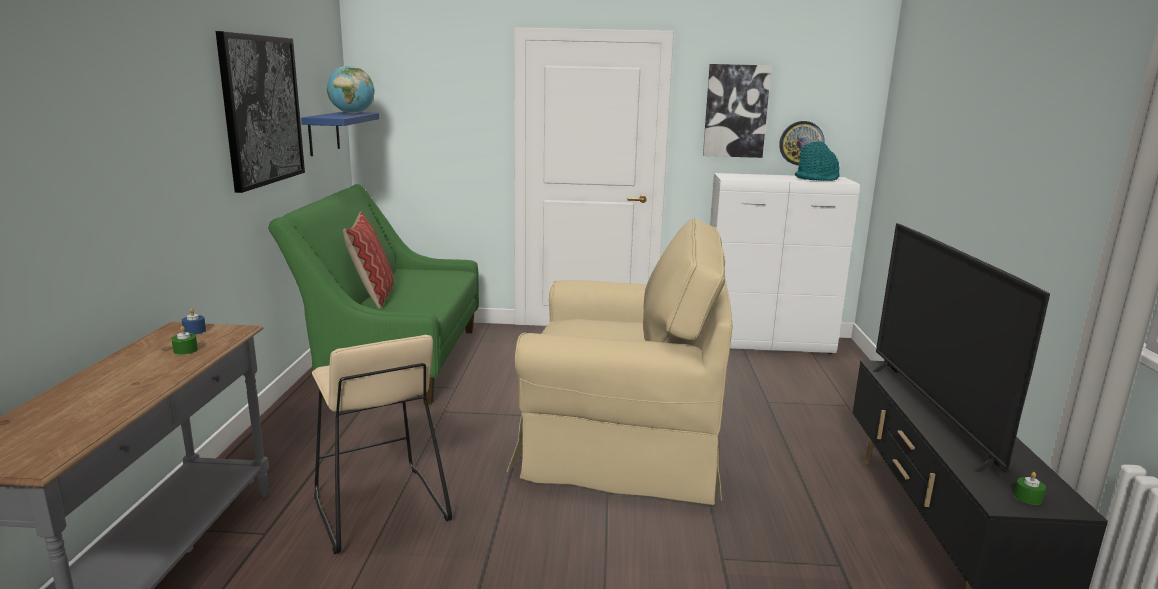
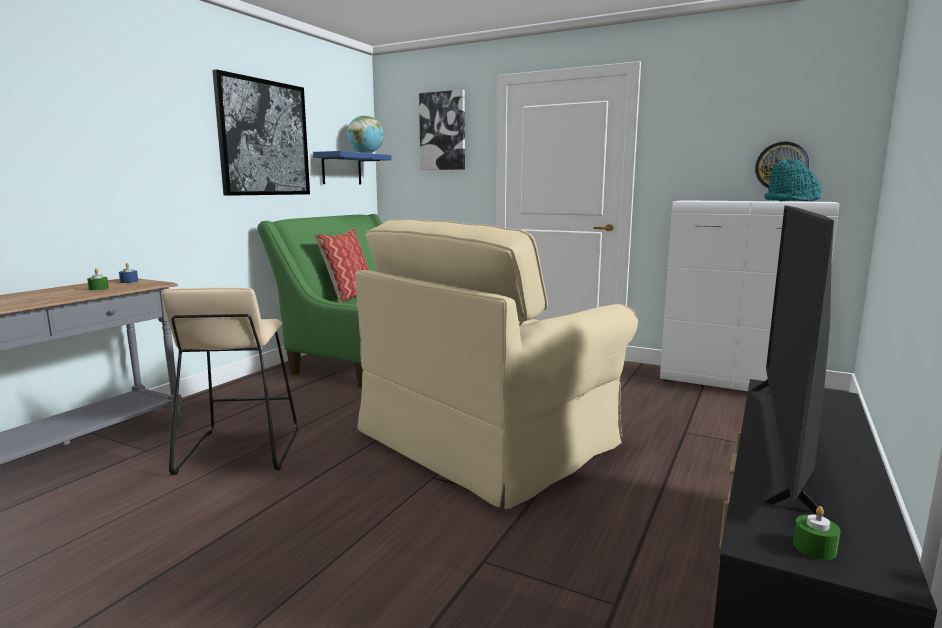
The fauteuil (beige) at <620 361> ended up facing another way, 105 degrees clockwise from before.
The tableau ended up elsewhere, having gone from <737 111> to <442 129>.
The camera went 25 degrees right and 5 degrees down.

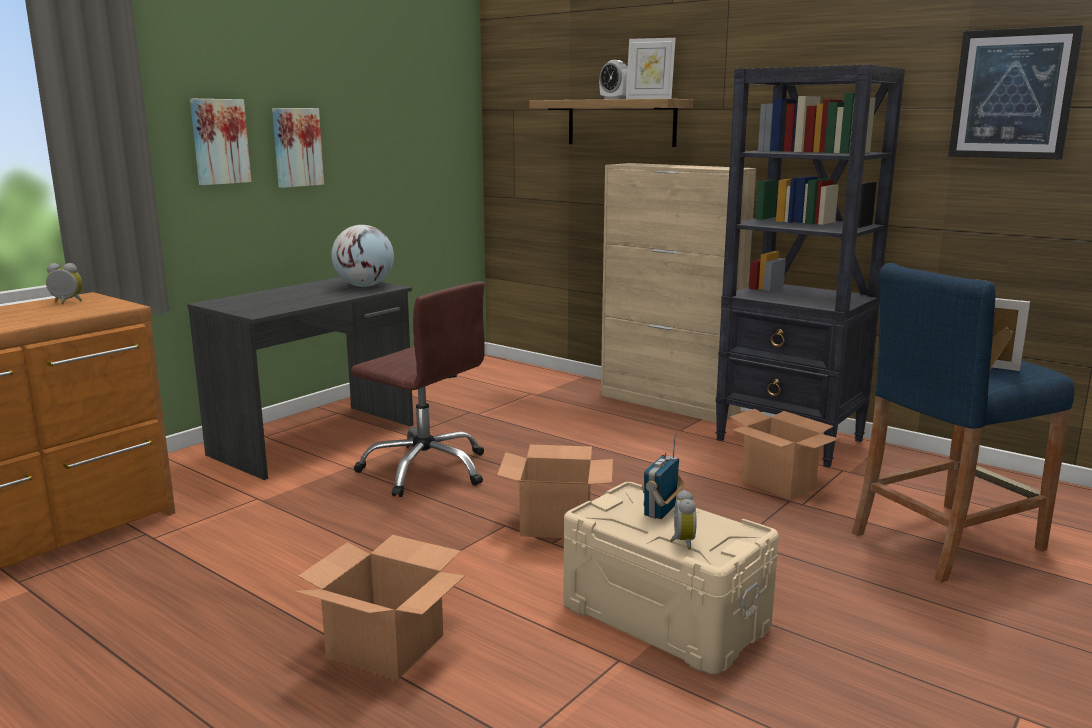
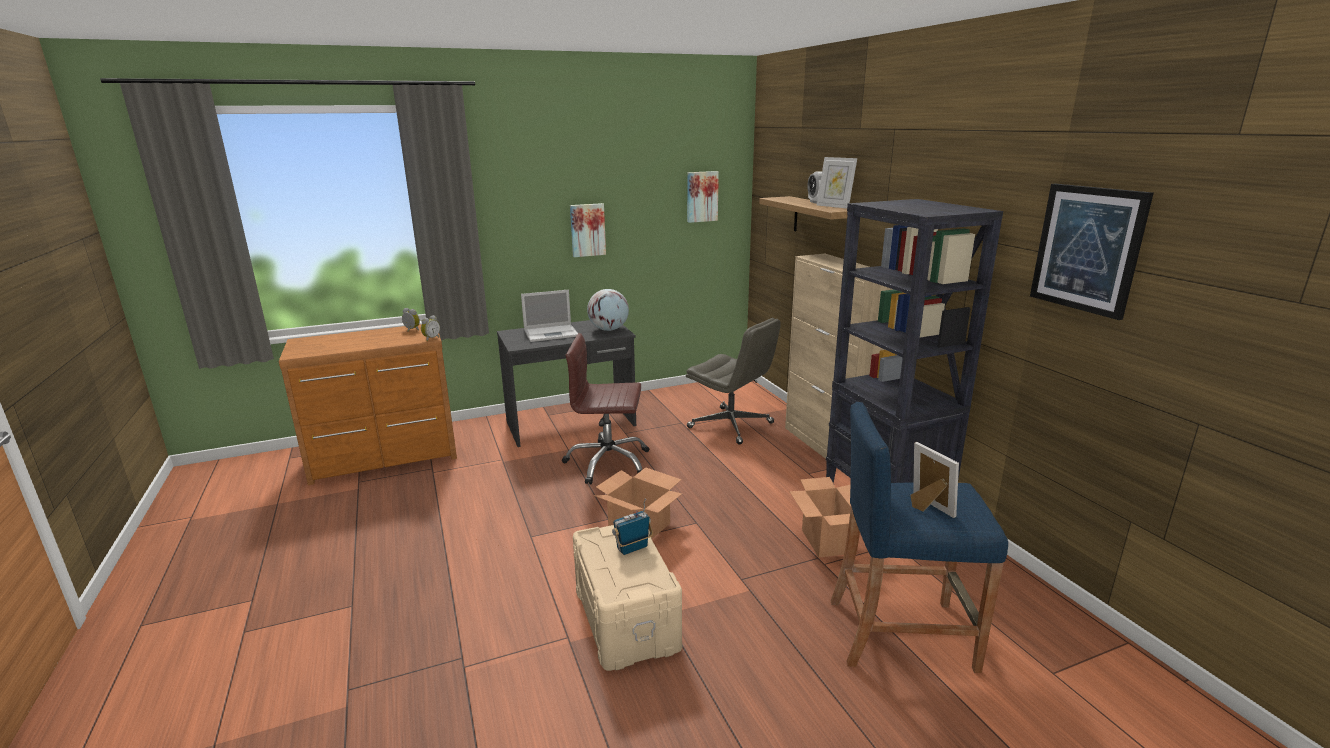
The tableau ended up elsewhere, having gone from <220 142> to <703 197>.
The second view lost the carton at <379 607>.
The chaise de bureau (marron) at <418 389> ended up facing another way, 120 degrees clockwise from before.
The réveil ended up elsewhere, having gone from <683 520> to <430 328>.
The second view gained the ordinateur portable at <549 316>.
The second view gained the chaise de bureau (gris) at <733 381>.
The camera went 30 degrees right and 5 degrees up.

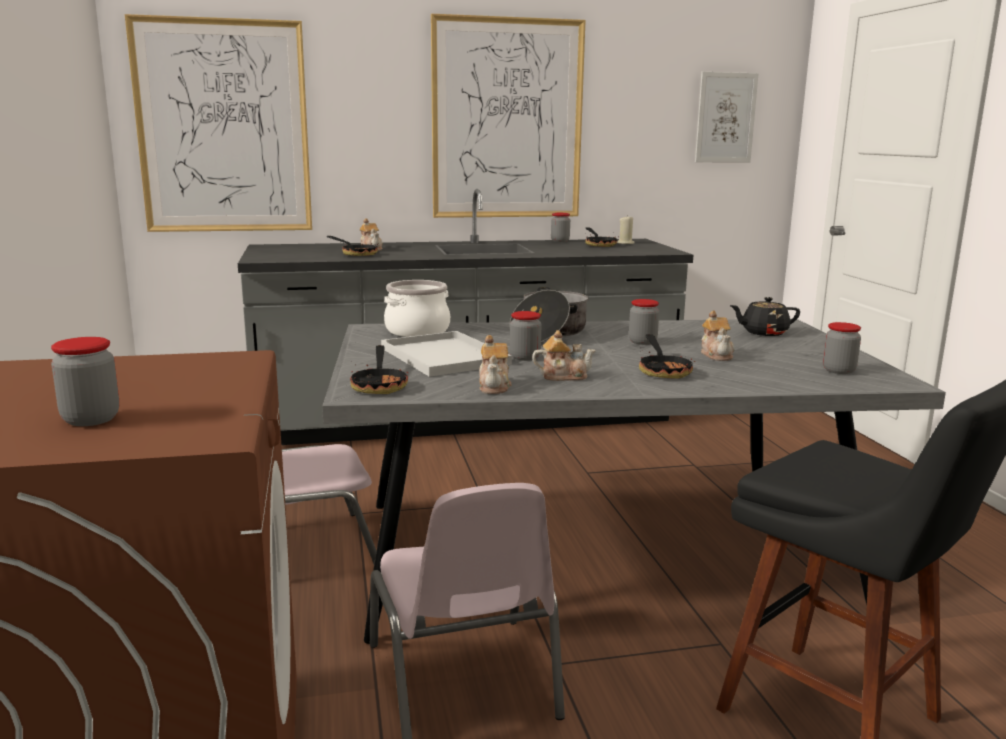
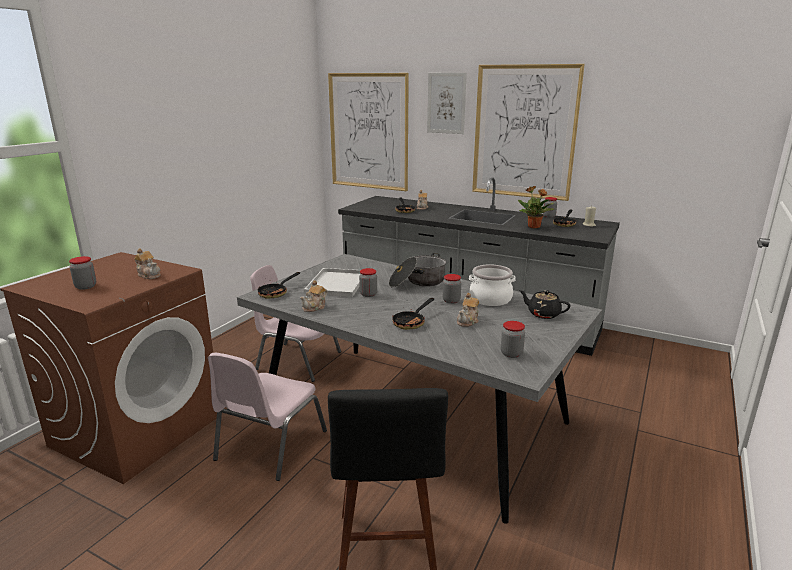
The marmite ended up elsewhere, having gone from <417 308> to <492 285>.
The théière ended up elsewhere, having gone from <564 355> to <147 263>.
The tableau ended up elsewhere, having gone from <727 117> to <447 103>.
The second view gained the plante en pot at <536 207>.
The camera went 40 degrees right and 5 degrees up.

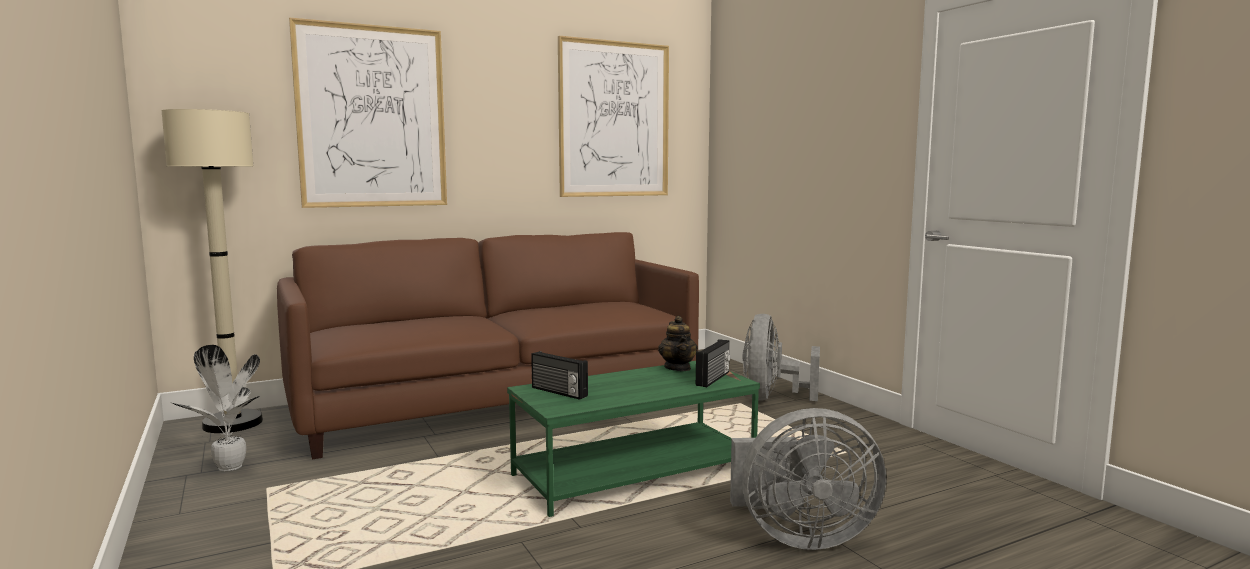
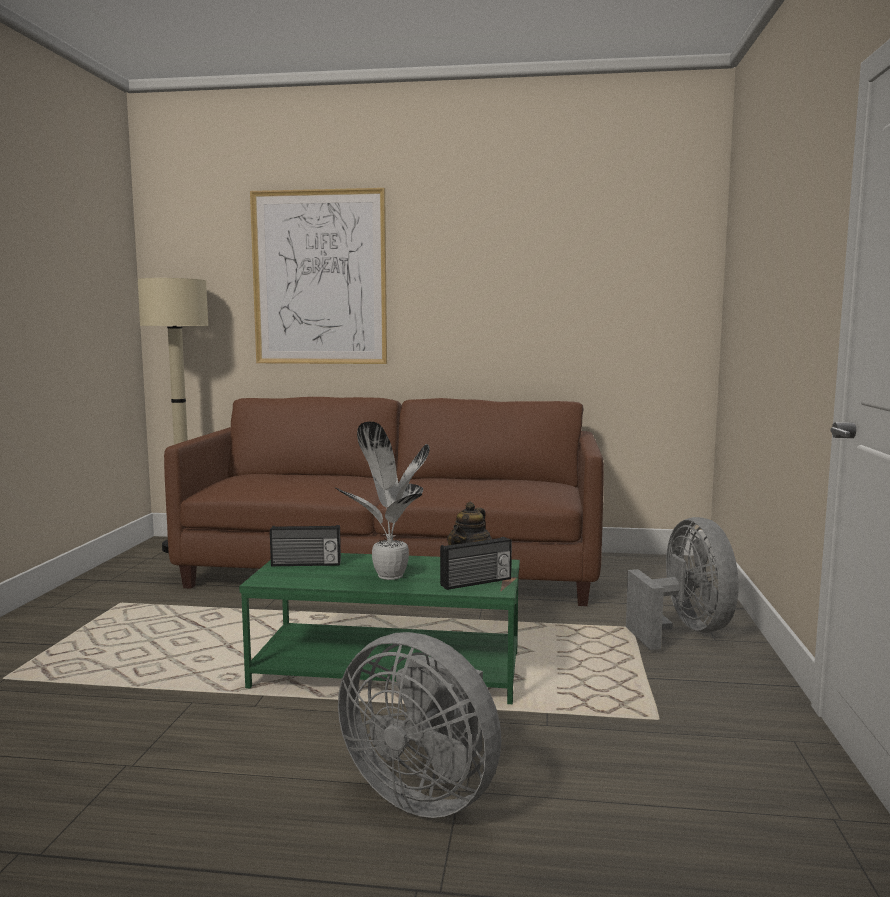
The plante en pot ended up elsewhere, having gone from <216 408> to <382 501>.
The radio at <559 375> ended up facing another way, 75 degrees counterclockwise from before.
The second view lost the tableau at <613 116>.
The ventilateur (gris) at <781 357> ended up facing another way, 120 degrees clockwise from before.
The camera went 35 degrees right and 0 degrees up.

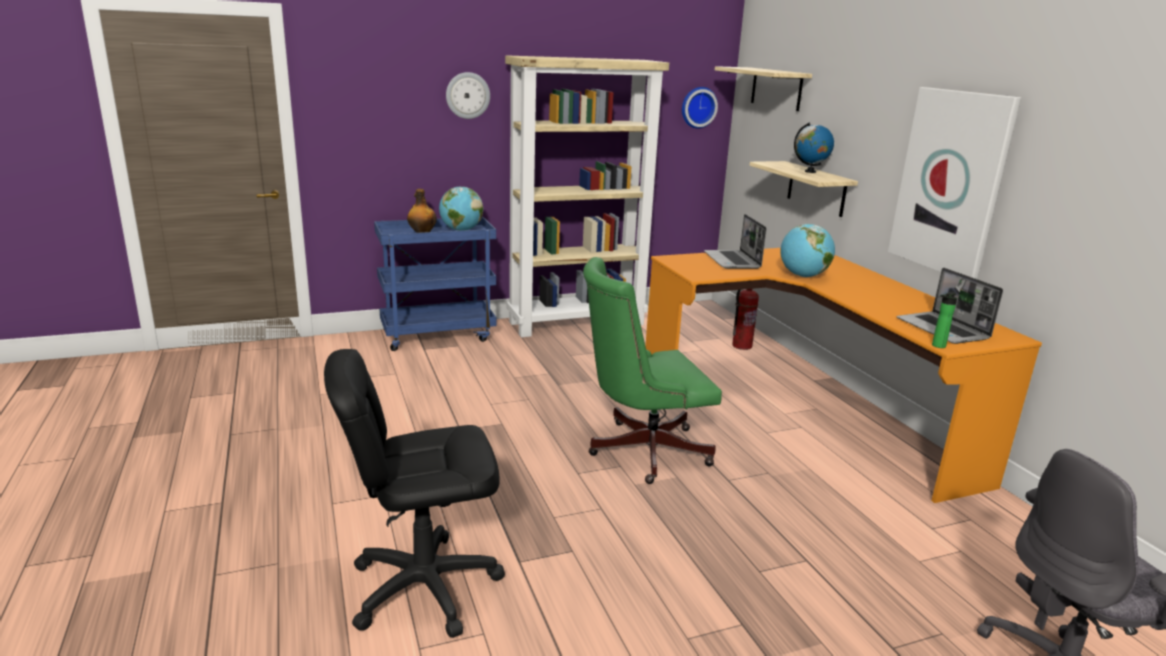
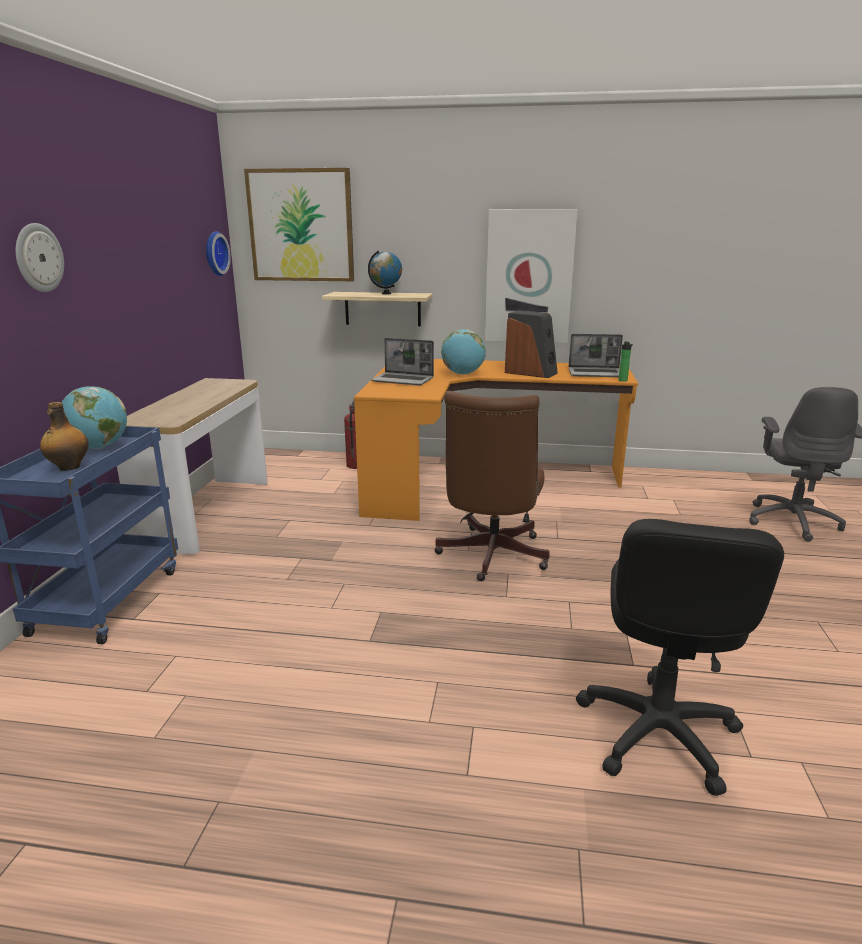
Where the bibliothèque (beige) stood at <587 196>, the table console came to stand at <192 466>.
What was the chaise de bureau (vert) at <652 370> turned into the chaise de bureau (marron) at <492 486>.
Where the étagère hung at <763 88>, the tableau came to hang at <299 224>.
The second view gained the enceinte at <531 344>.
The camera went 60 degrees left and 0 degrees up.

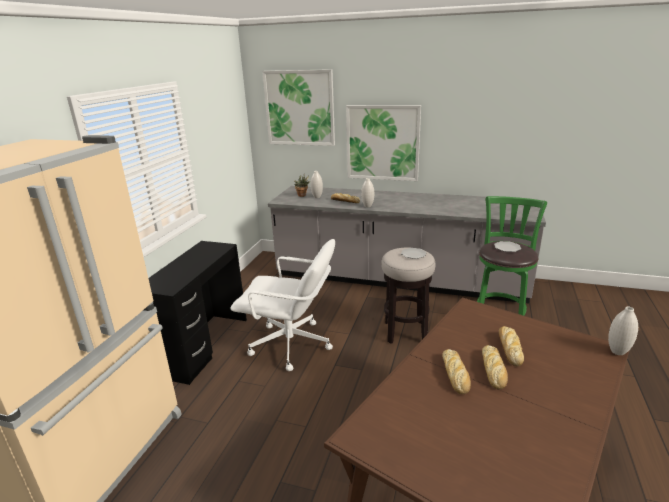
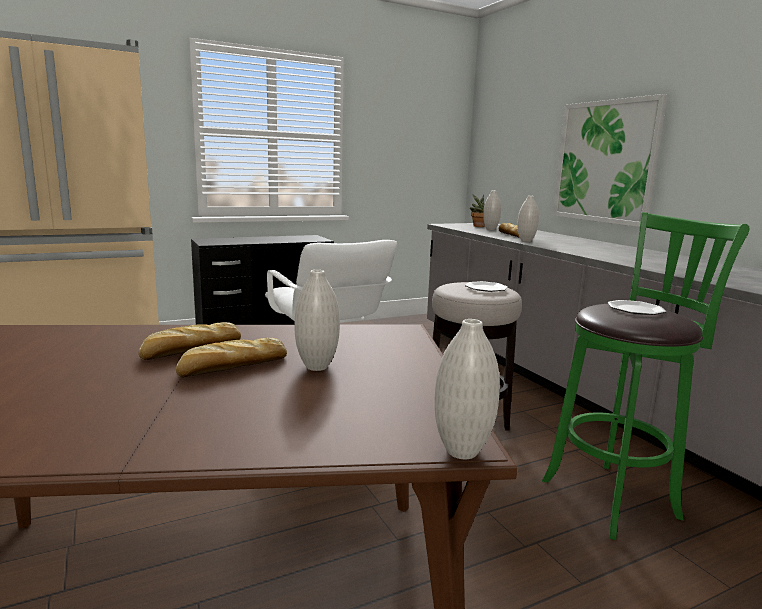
The second view lost the tableau at <298 107>.
Where the pain stood at <511 346>, the vase (blanc) came to stand at <317 320>.
The camera went 45 degrees right and 10 degrees down.

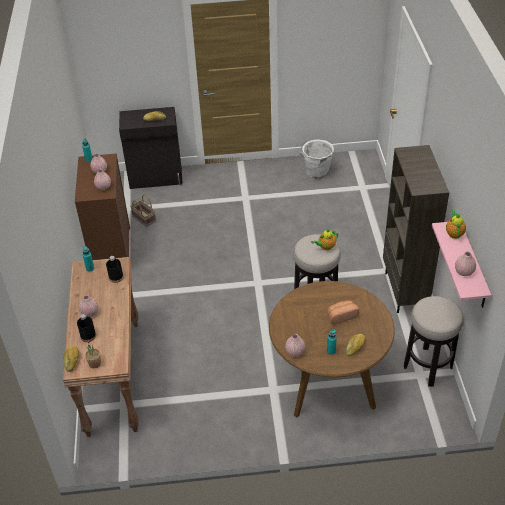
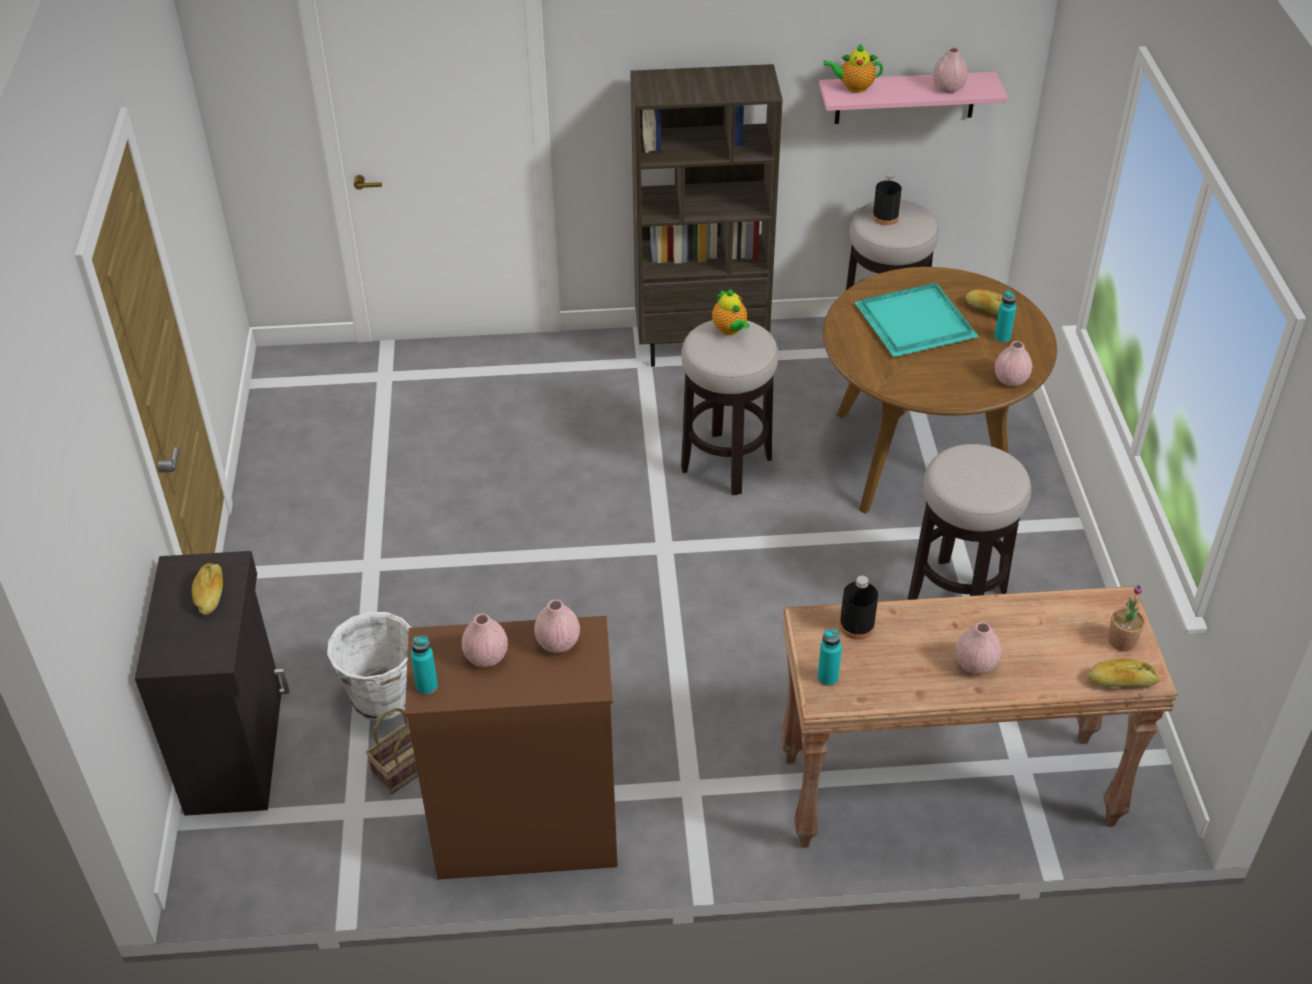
The bouteille (noir) ended up elsewhere, having gone from <86 328> to <887 198>.
The seau (blanc) ended up elsewhere, having gone from <317 159> to <369 666>.
Where the pain stood at <343 312>, the plateau (turquoise) came to stand at <916 320>.
The second view gained the tabouret at <969 522>.
The camera went 90 degrees left and 0 degrees up.

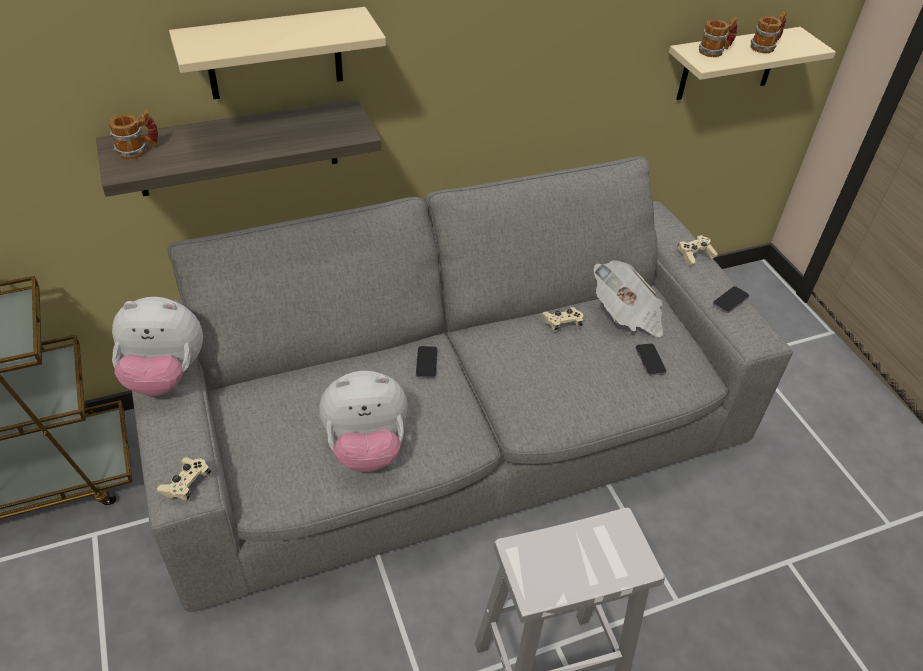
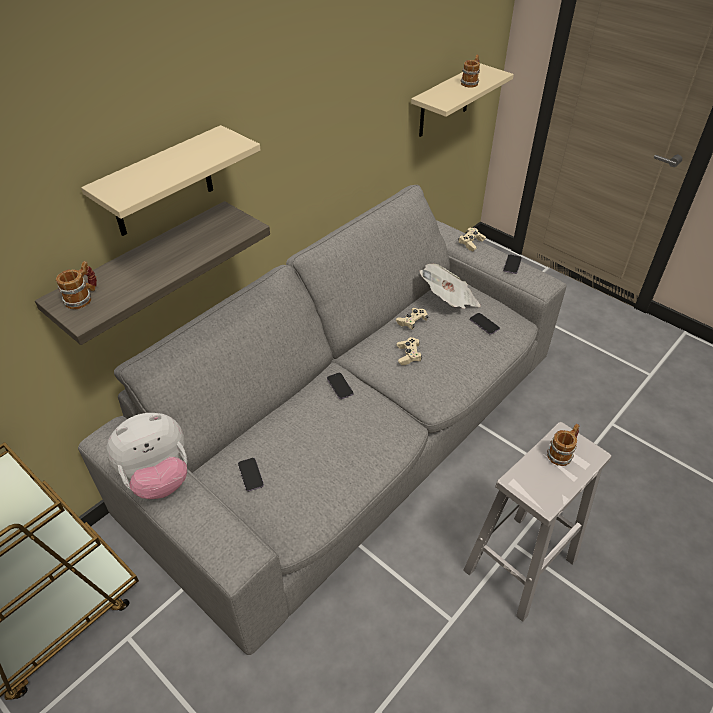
The manette (beige) ended up elsewhere, having gone from <184 479> to <409 351>.
The second view lost the peluche at <363 421>.
The mug ended up elsewhere, having gone from <718 37> to <563 445>.
The second view gained the téléphone at <251 474>.
The camera went 25 degrees left and 0 degrees up.

